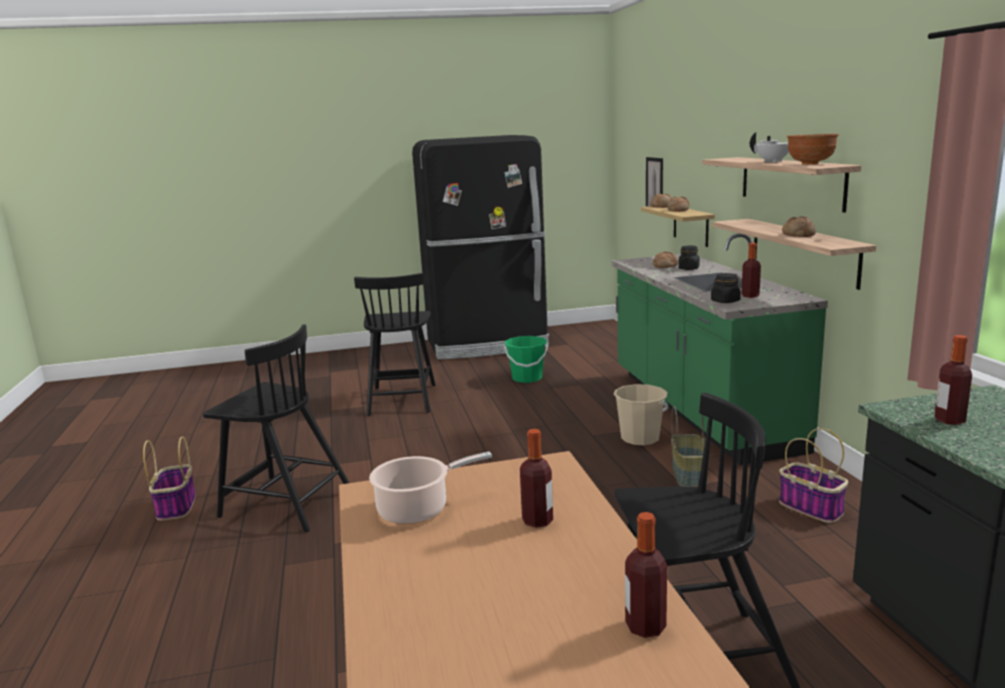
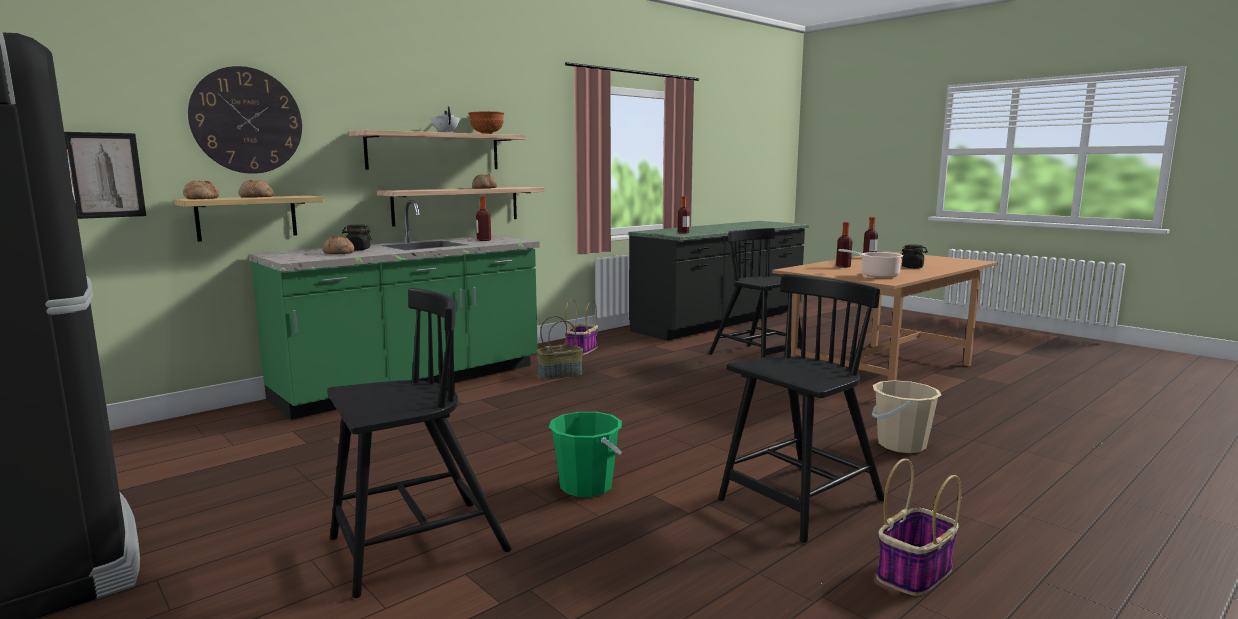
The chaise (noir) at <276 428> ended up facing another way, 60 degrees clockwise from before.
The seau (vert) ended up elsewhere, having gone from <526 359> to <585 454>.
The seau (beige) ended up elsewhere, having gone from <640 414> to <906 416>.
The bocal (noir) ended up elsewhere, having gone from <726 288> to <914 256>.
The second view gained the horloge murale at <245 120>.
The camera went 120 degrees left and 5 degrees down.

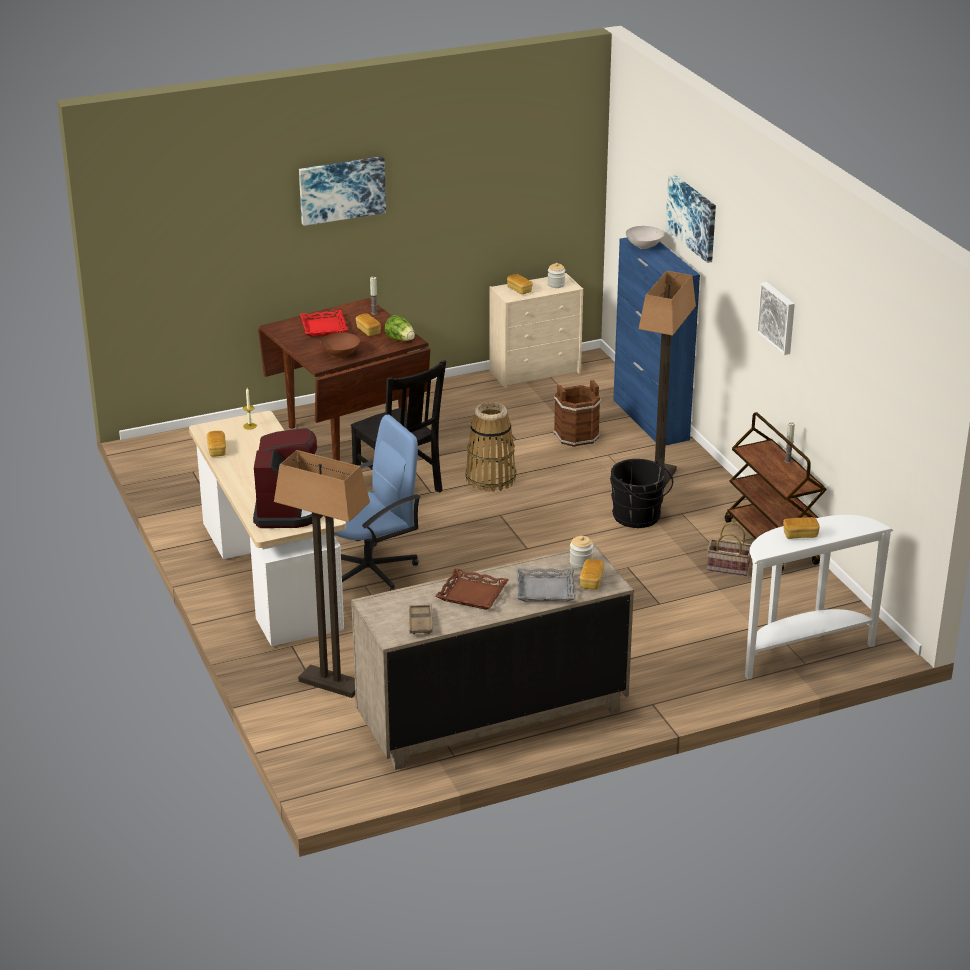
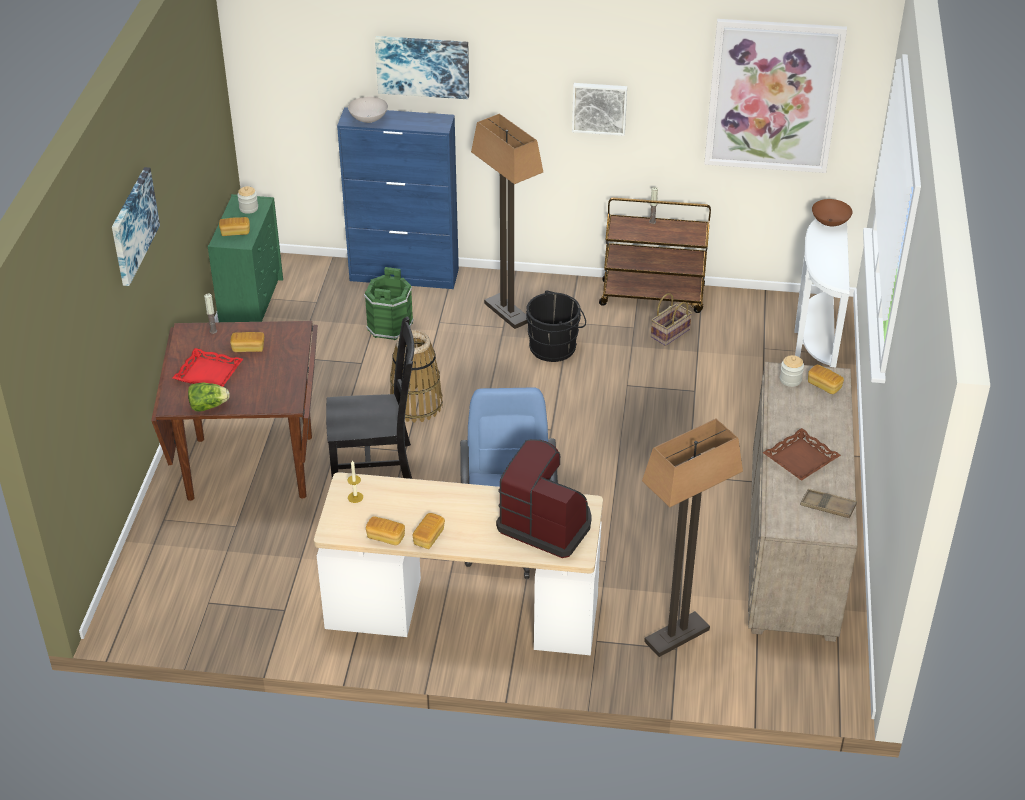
The bol (marron) ended up elsewhere, having gone from <340 345> to <832 212>.
The laitue ended up elsewhere, having gone from <400 328> to <209 397>.
What was the commode (beige) at <536 330> turned into the commode (vert) at <245 258>.
The second view lost the plateau (gris) at <546 585>.
What was the seau (marron) at <577 413> turned into the seau (vert) at <389 303>.
The pain ended up elsewhere, having gone from <801 528> to <428 531>.
The second view gained the tableau at <775 96>.
The camera went 60 degrees left and 10 degrees up.

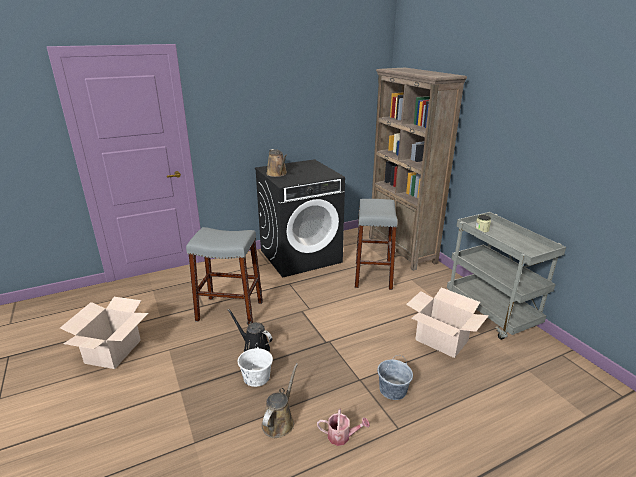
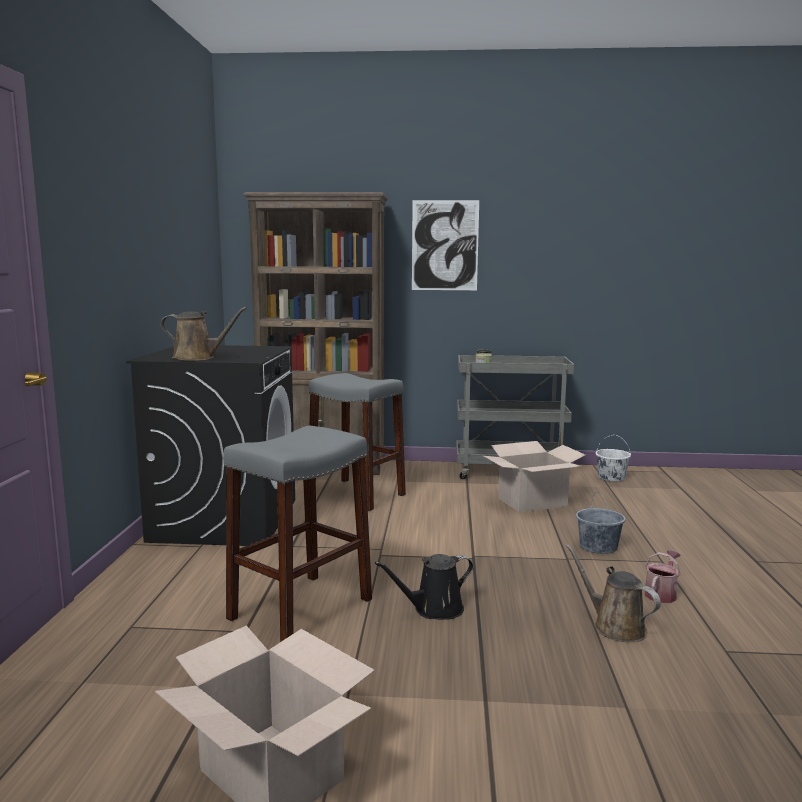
The seau (blanc) ended up elsewhere, having gone from <255 365> to <613 458>.
The second view gained the tableau at <445 245>.
The camera went 60 degrees left and 15 degrees down.

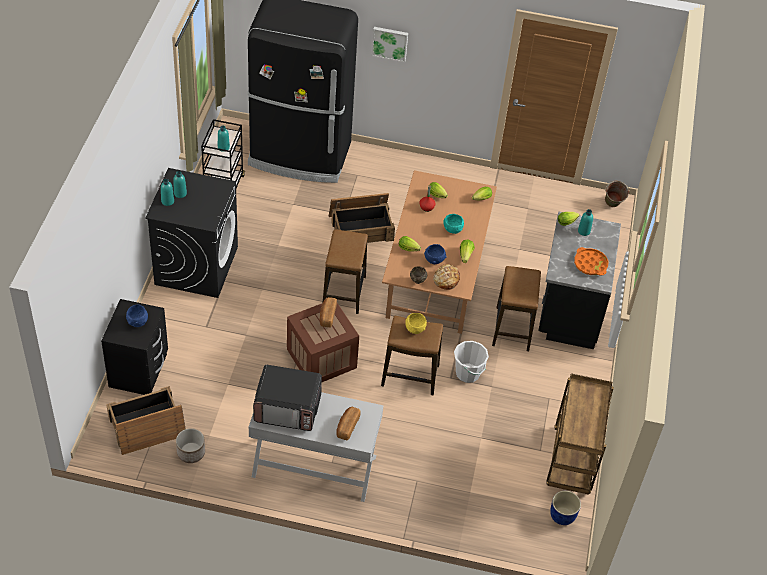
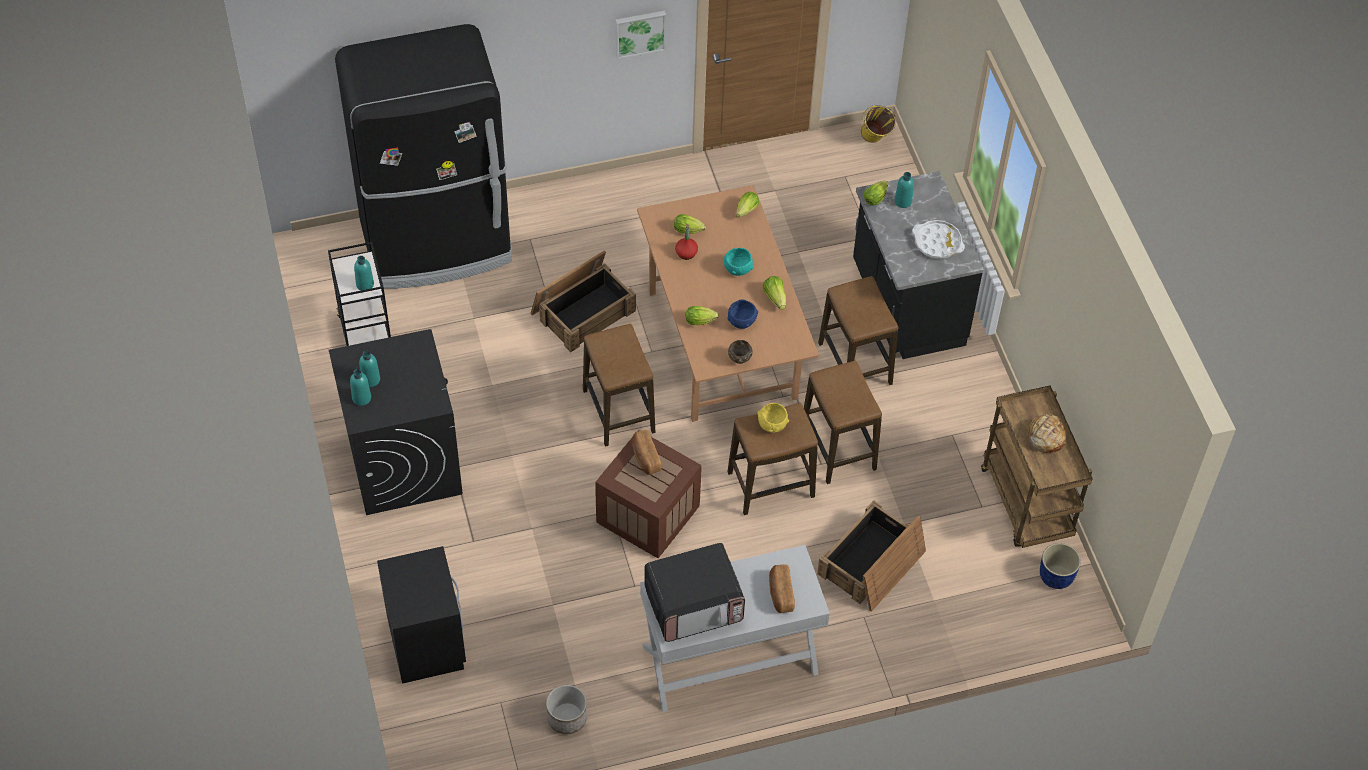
The caisse ended up elsewhere, having gone from <146 420> to <871 556>.
The second view lost the bol (bleu) at <137 316>.
The tableau ended up elsewhere, having gone from <389 44> to <640 35>.
The pain ended up elsewhere, having gone from <446 277> to <1047 433>.
Where the seau (blanc) stood at <471 362>, the tabouret came to stand at <843 422>.
What was the plateau (orange) at <591 261> turned into the plateau (blanc) at <938 239>.
What was the seau (vert) at <617 194> turned into the seau (jaune) at <878 124>.
The camera went 25 degrees left and 5 degrees up.

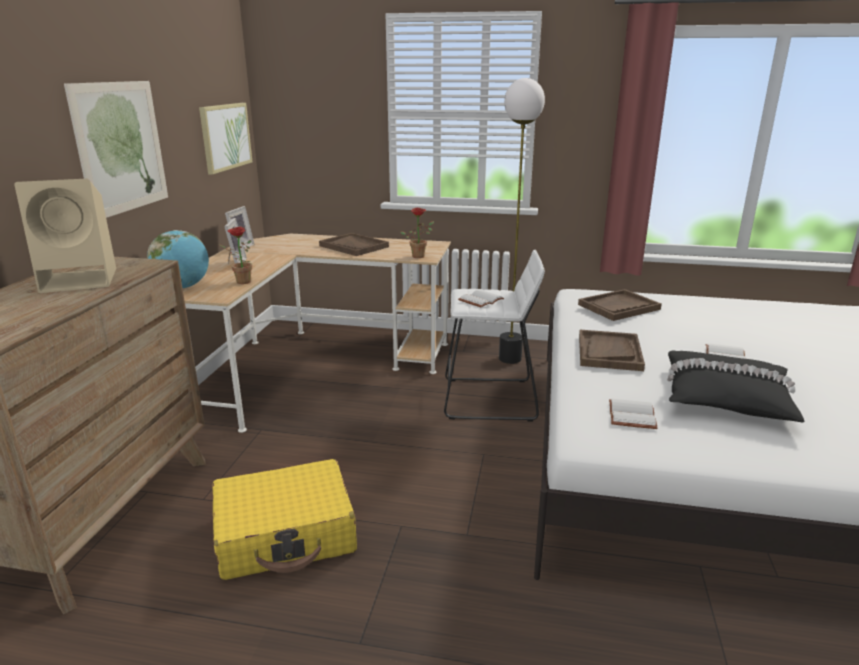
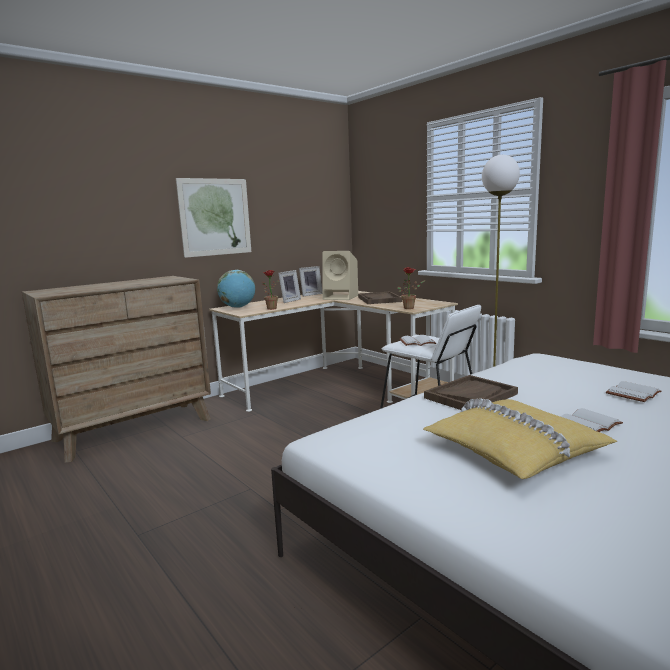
The enceinte (beige) ended up elsewhere, having gone from <65 236> to <340 275>.
The second view lost the tableau at <225 139>.
The second view lost the valise (jaune) at <284 519>.
The second view lost the plateau (marron) at <620 305>.
The livre (blanc) ended up elsewhere, having gone from <633 414> to <634 391>.
What was the coussin (noir) at <735 386> turned into the coussin (jaune) at <520 438>.
The camera went 40 degrees right and 10 degrees down.

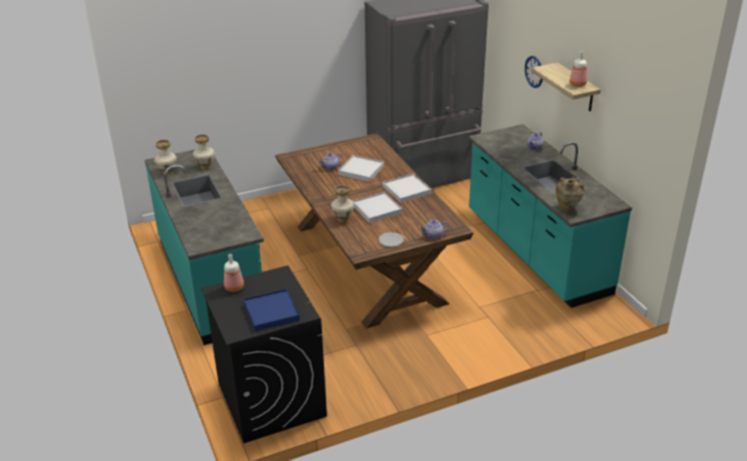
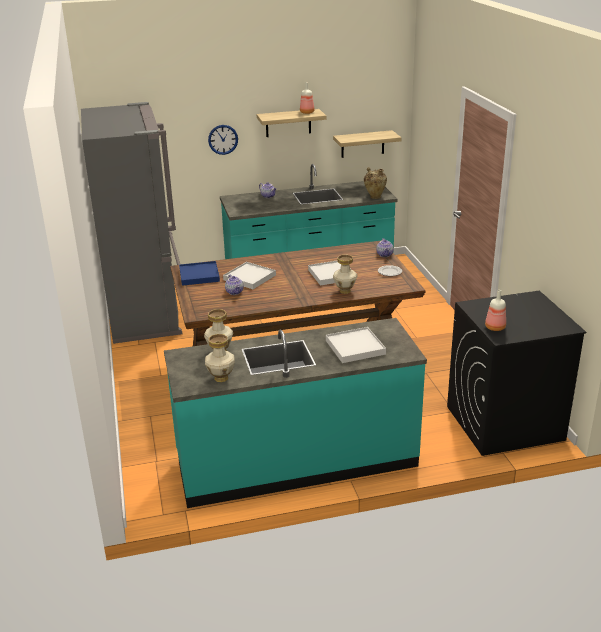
The plateau (bleu) ended up elsewhere, having gone from <271 310> to <199 273>.
The plateau (blanc) ended up elsewhere, having gone from <407 188> to <356 345>.
The second view gained the étagère at <367 144>.
The camera went 80 degrees left and 5 degrees down.

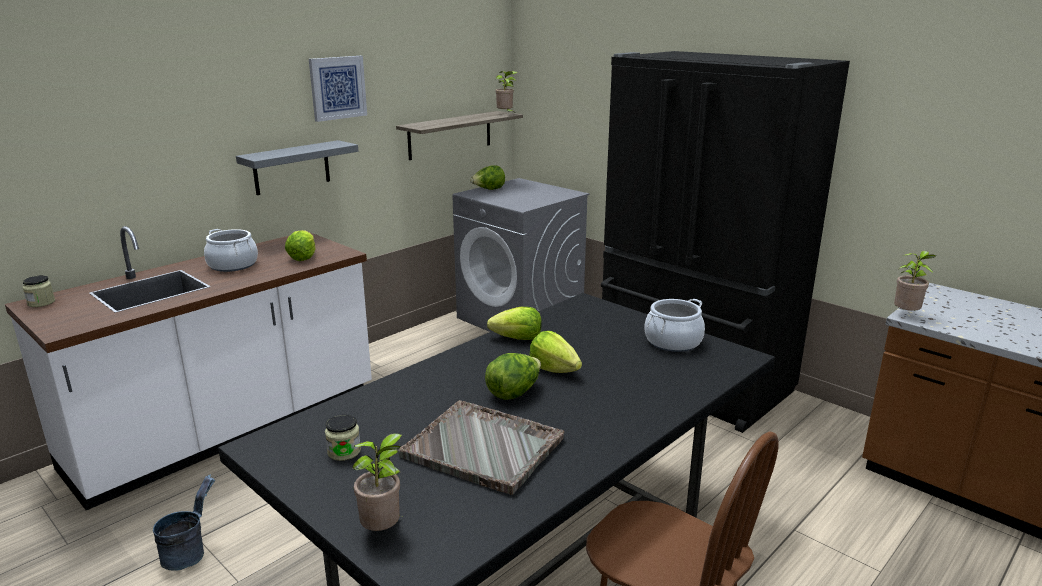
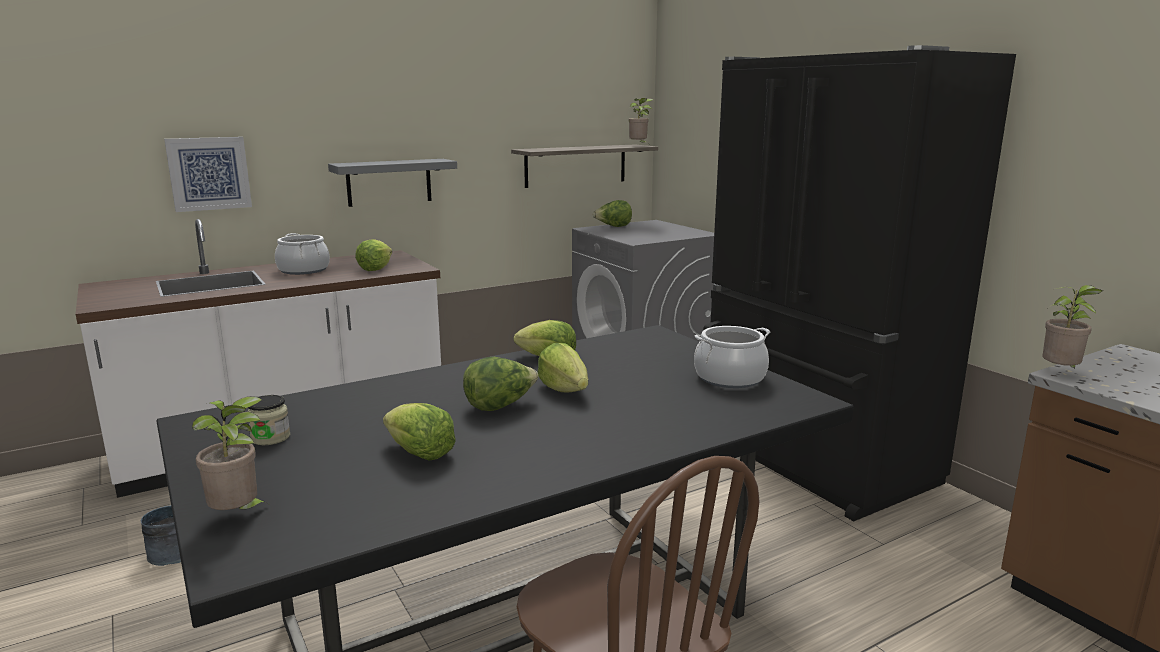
The second view lost the bocal at <39 291>.
The tableau ended up elsewhere, having gone from <338 89> to <208 174>.
Where the plateau (gris) stood at <481 447>, the laitue came to stand at <419 431>.
The camera went 15 degrees right and 5 degrees down.

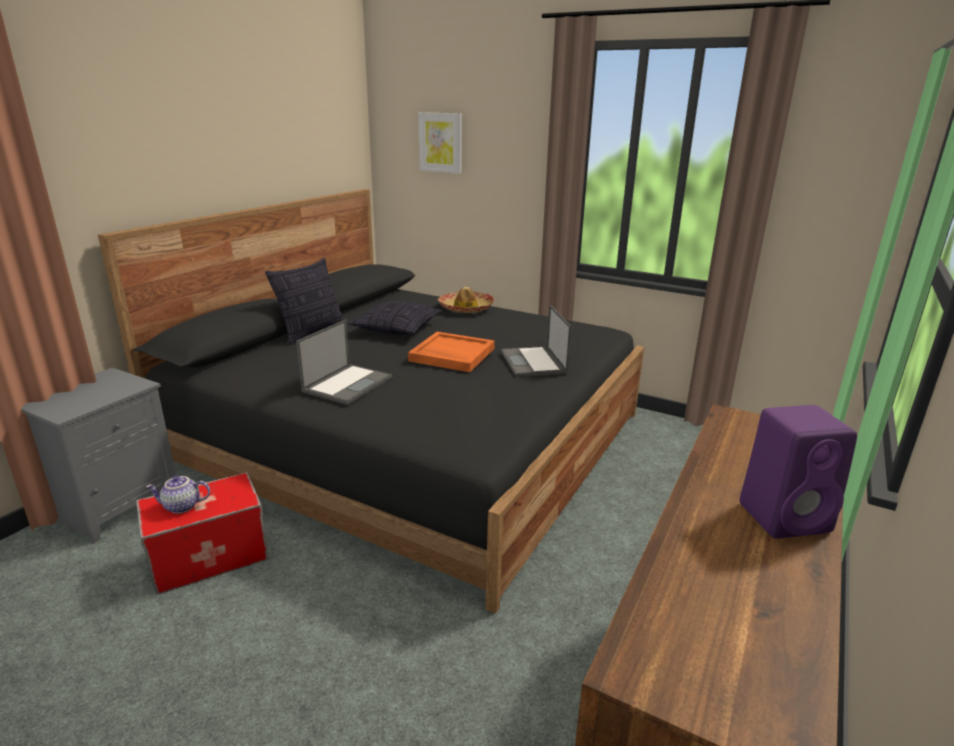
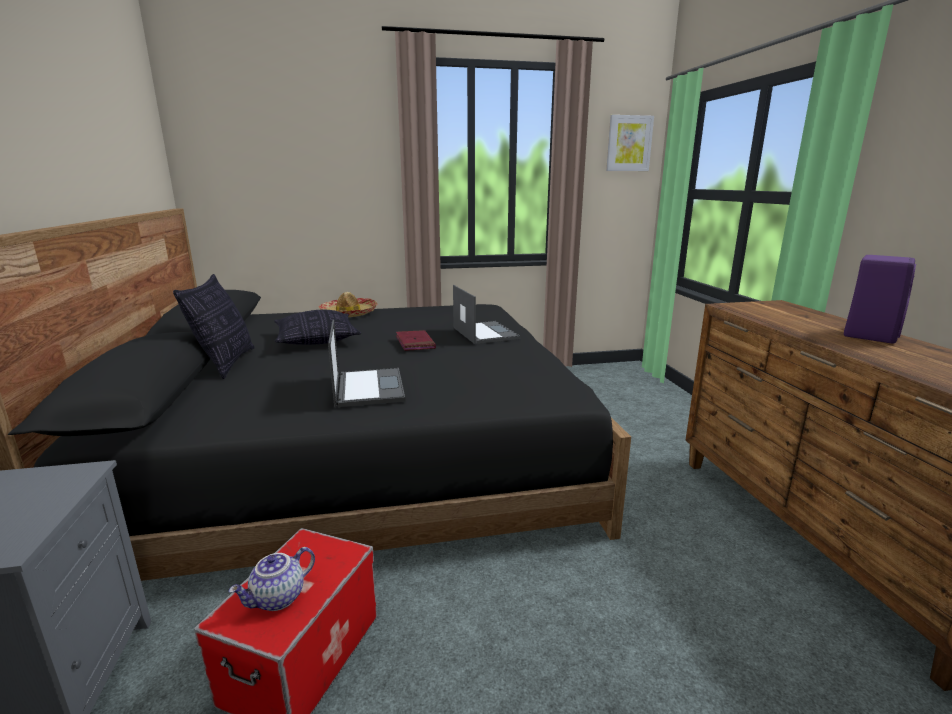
Where the plateau (orange) stood at <451 352>, the livre (rouge) came to stand at <416 340>.
The tableau ended up elsewhere, having gone from <440 143> to <630 143>.
The ordinateur portable at <536 341> ended up facing another way, 150 degrees counterclockwise from before.
The camera went 40 degrees left and 5 degrees down.

